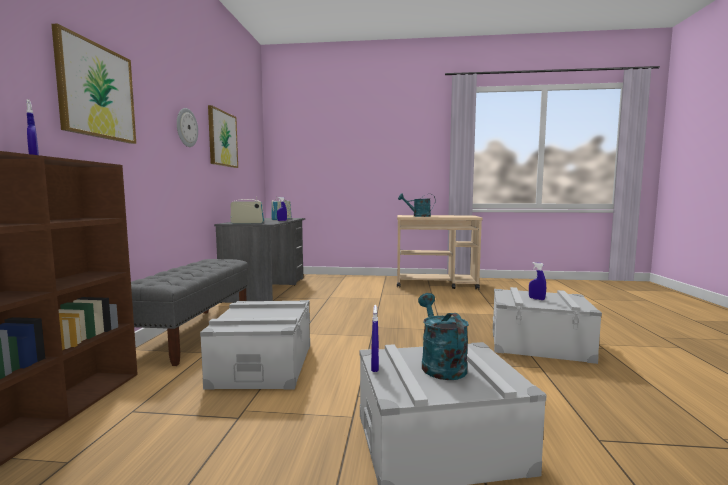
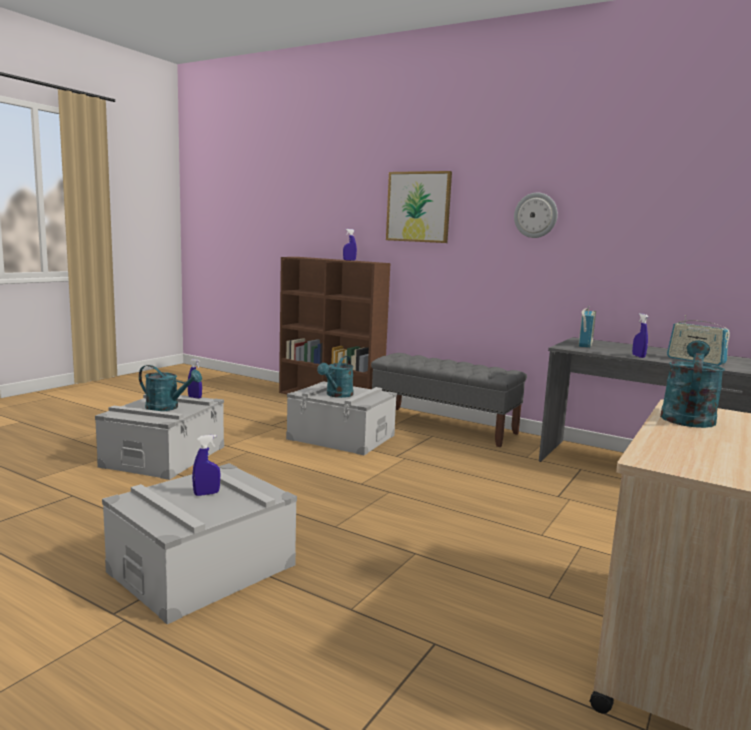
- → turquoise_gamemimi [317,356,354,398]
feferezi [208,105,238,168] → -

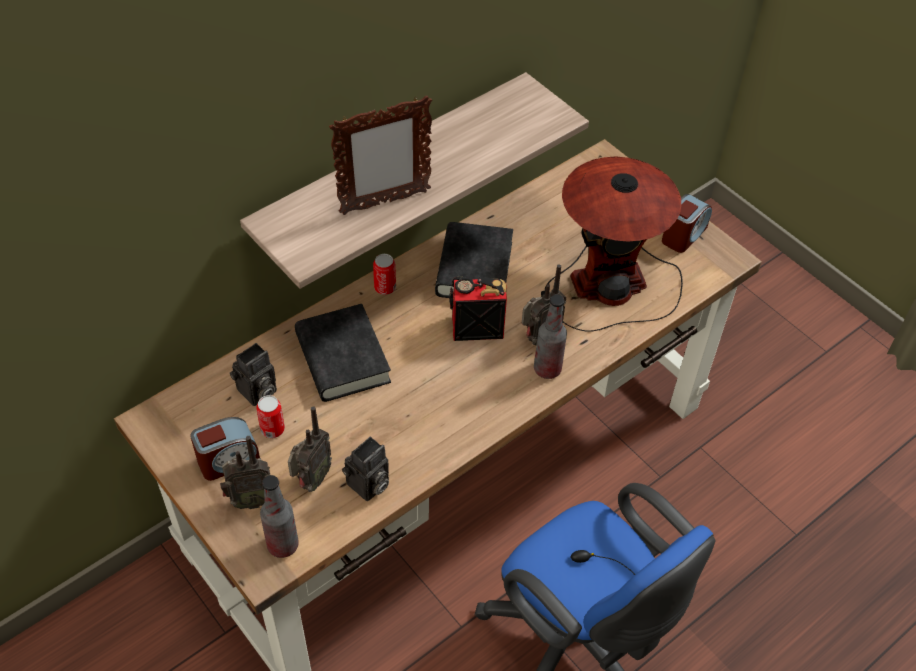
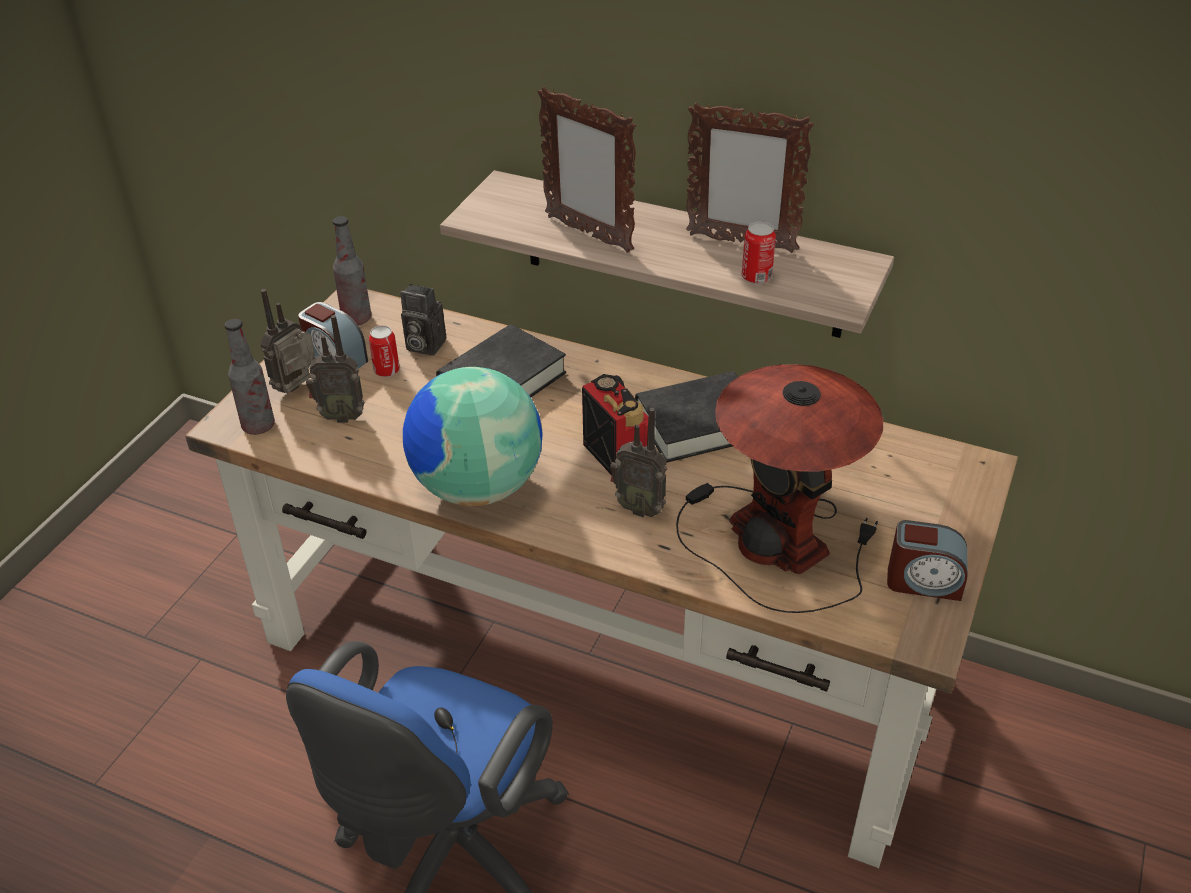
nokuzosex [220,436,270,509] → nokuzosex [260,289,315,393], 75 degrees clockwise
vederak [534,295,567,379] → vederak [333,216,371,325], moved
- → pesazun [403,367,543,506]
- → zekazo [686,102,814,253]
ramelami [373,254,396,295] → ramelami [742,222,776,284], moved
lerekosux [342,437,389,501] → -

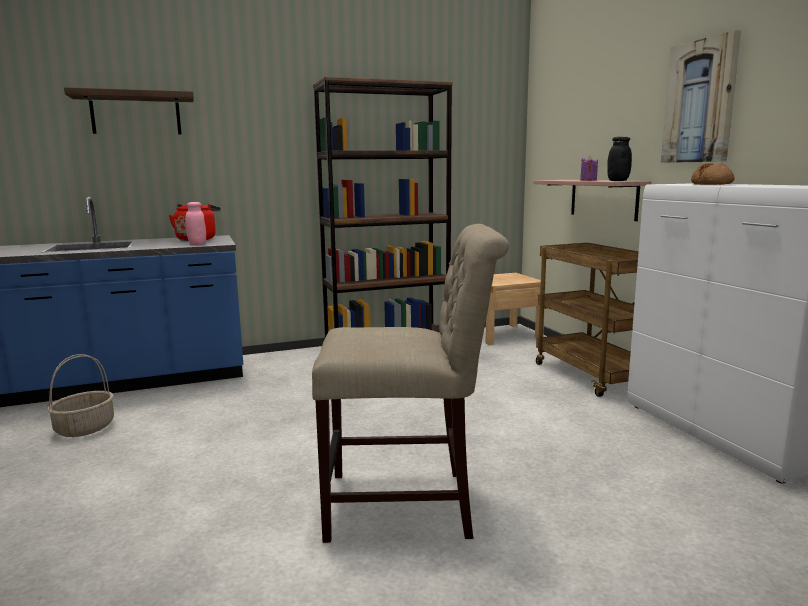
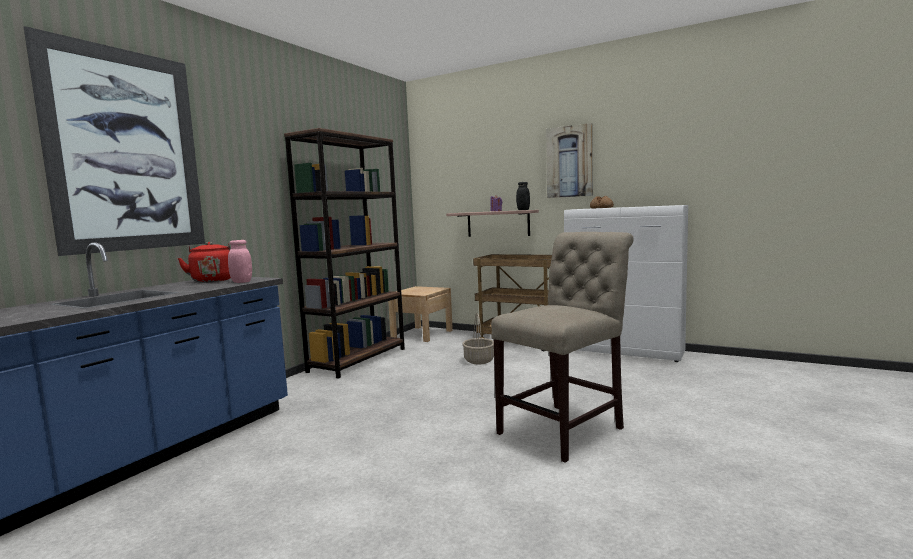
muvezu [64,87,194,135] → feferezi [24,26,205,256]
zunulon [47,354,114,437] → zunulon [462,313,494,364], moved

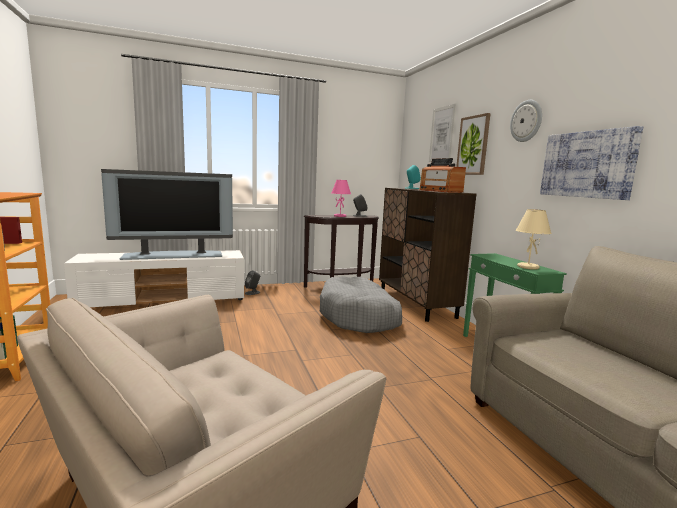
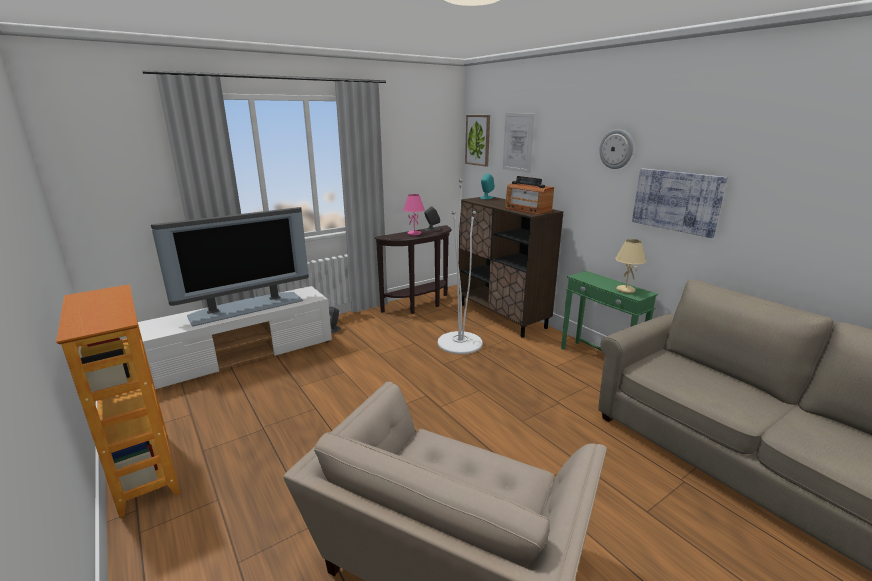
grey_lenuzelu [320,276,402,333] → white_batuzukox [438,179,483,354]
feferezi [456,113,491,175] → feferezi [465,115,490,167], moved

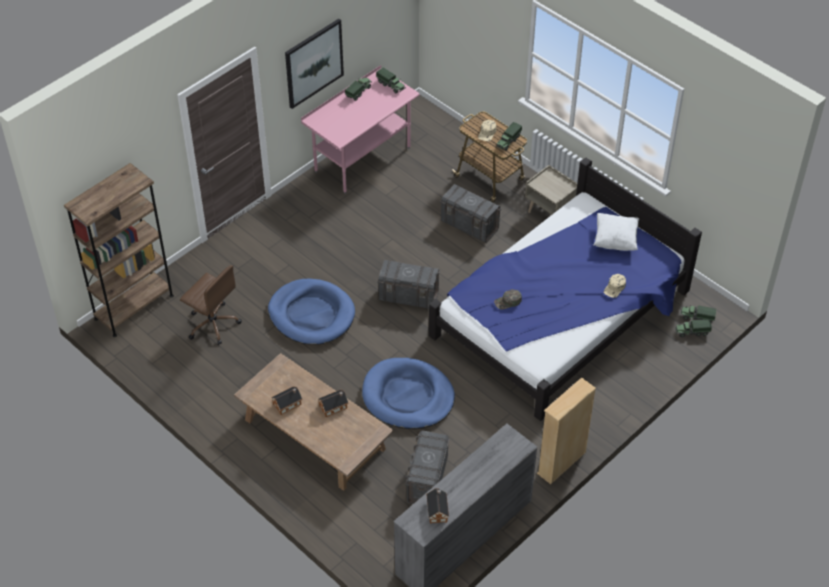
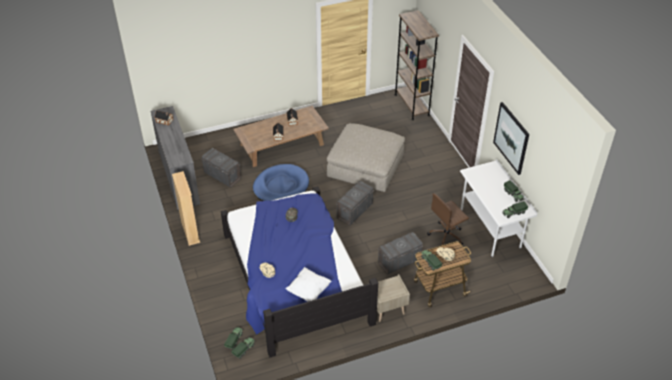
blue_lenuzelu [268,278,355,345] → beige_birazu [327,123,405,192]
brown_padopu [180,265,242,345] → brown_padopu [427,193,469,246], moved
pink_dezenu [301,65,420,194] → white_dezenu [460,159,537,257]

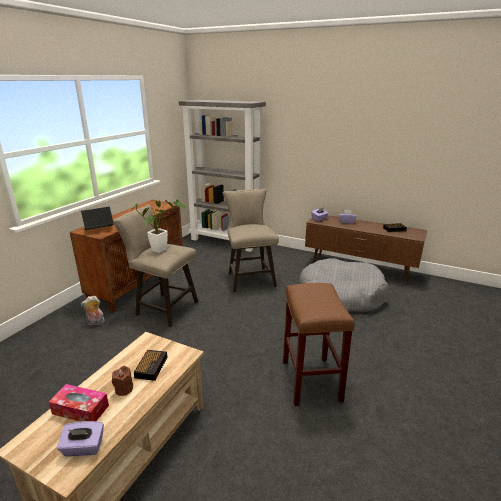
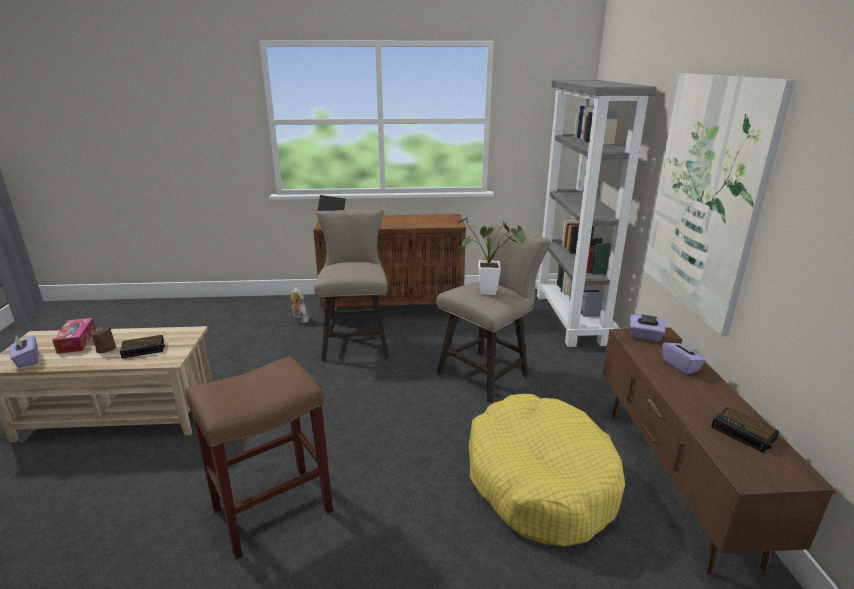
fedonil [131,199,185,253] → fedonil [457,217,527,295], moved
grey_lenuzelu [299,258,389,312] → yellow_lenuzelu [469,394,625,547]
- → feferezi [644,73,795,336]

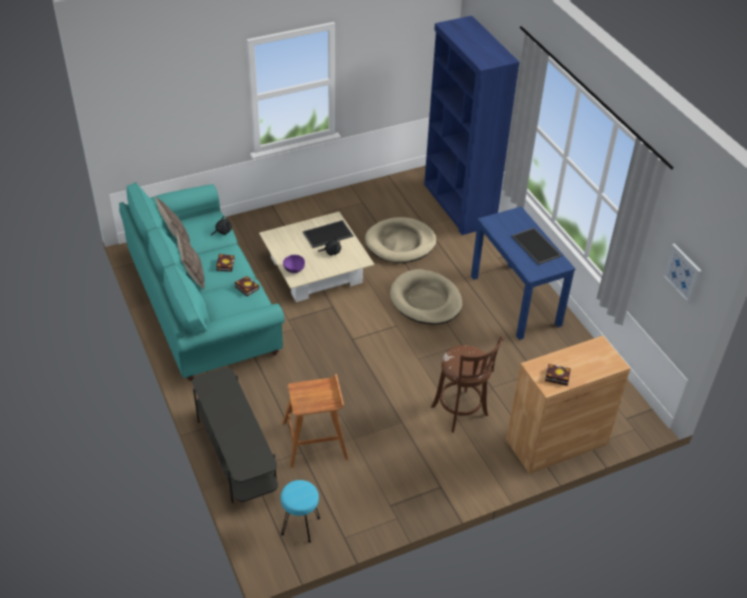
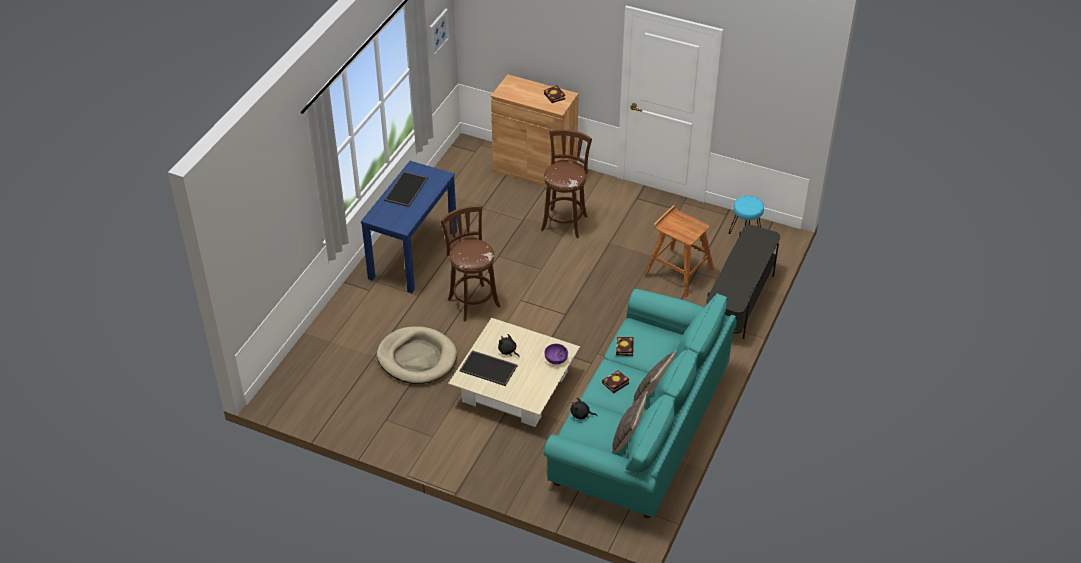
beige_lenuzelu [390,269,463,324] → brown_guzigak [441,205,500,321]
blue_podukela [424,16,520,235] → -

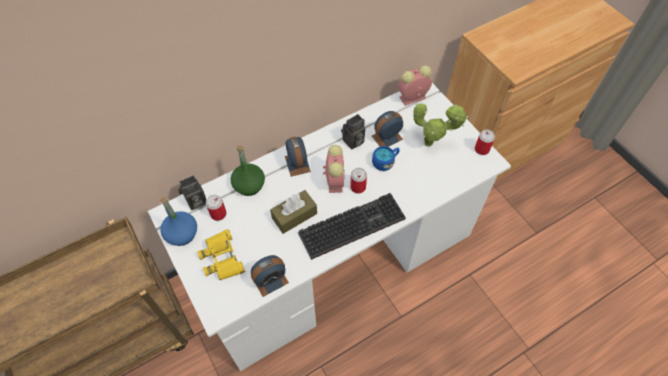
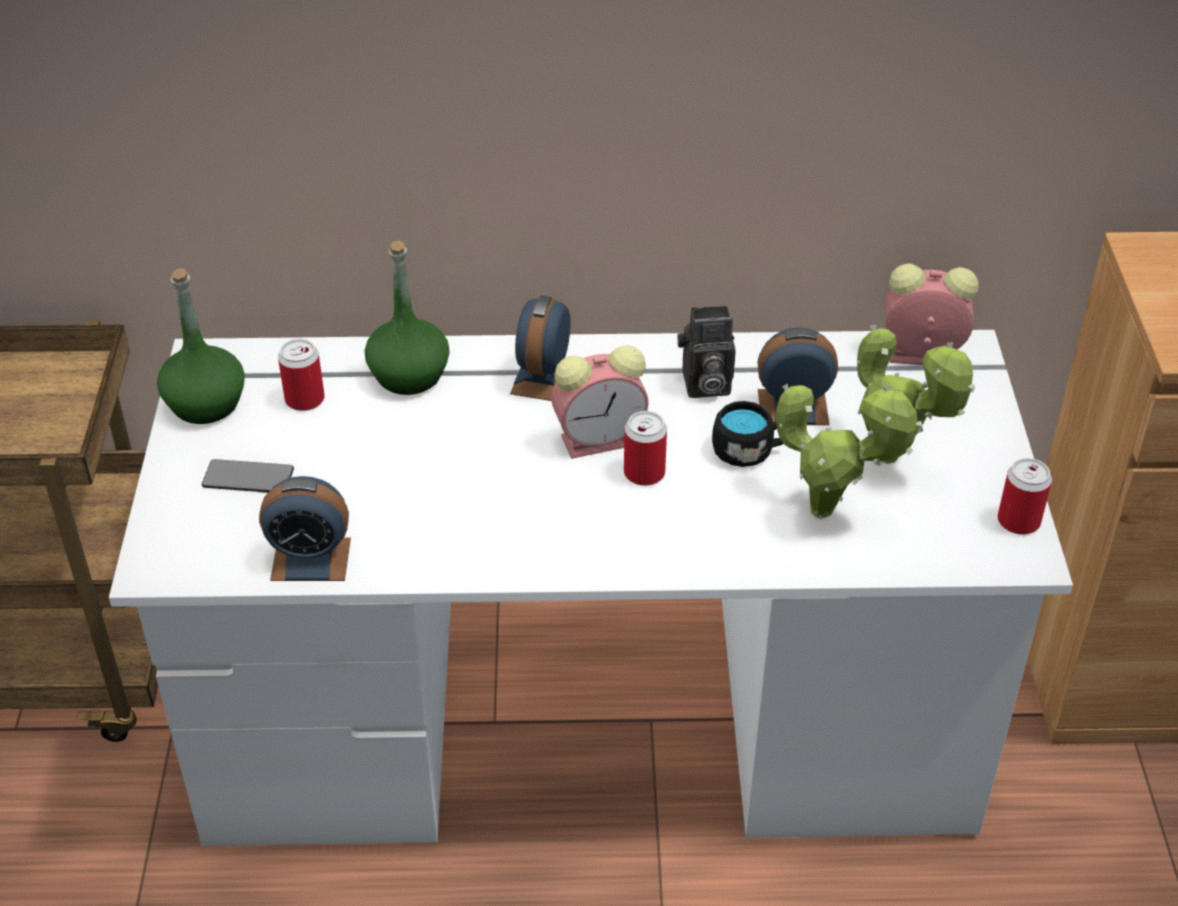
blue_vederak [160,197,197,246] → green_vederak [157,268,245,424]
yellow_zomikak [197,229,245,280] → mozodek [202,459,294,493]
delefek [323,145,345,193] → delefek [551,346,649,459], 45 degrees clockwise
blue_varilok [372,146,400,171] → black_varilok [712,401,783,467]
- → fedonil [776,384,922,520]
lerekosux [178,176,206,210] → -
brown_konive [270,190,317,234] → -
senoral [298,193,406,260] → -

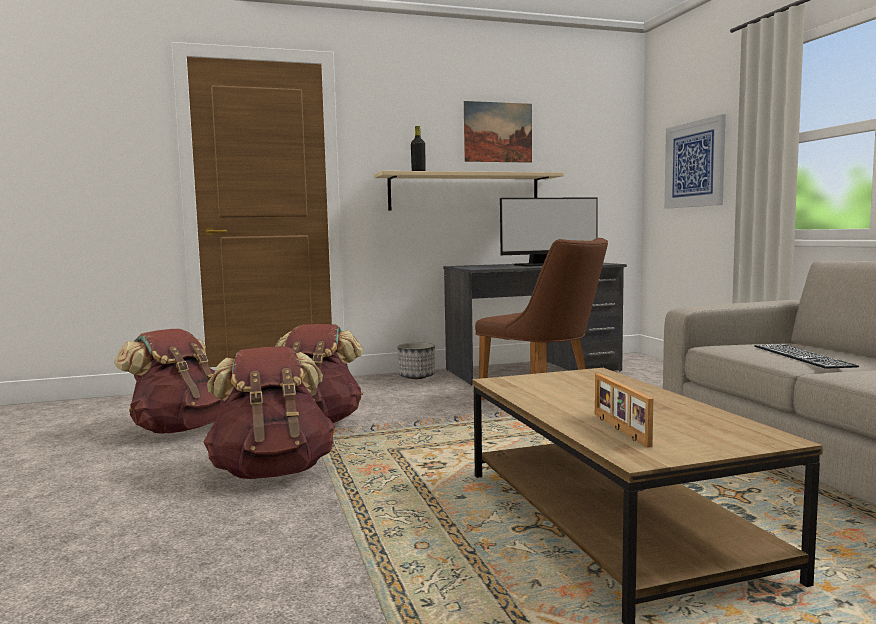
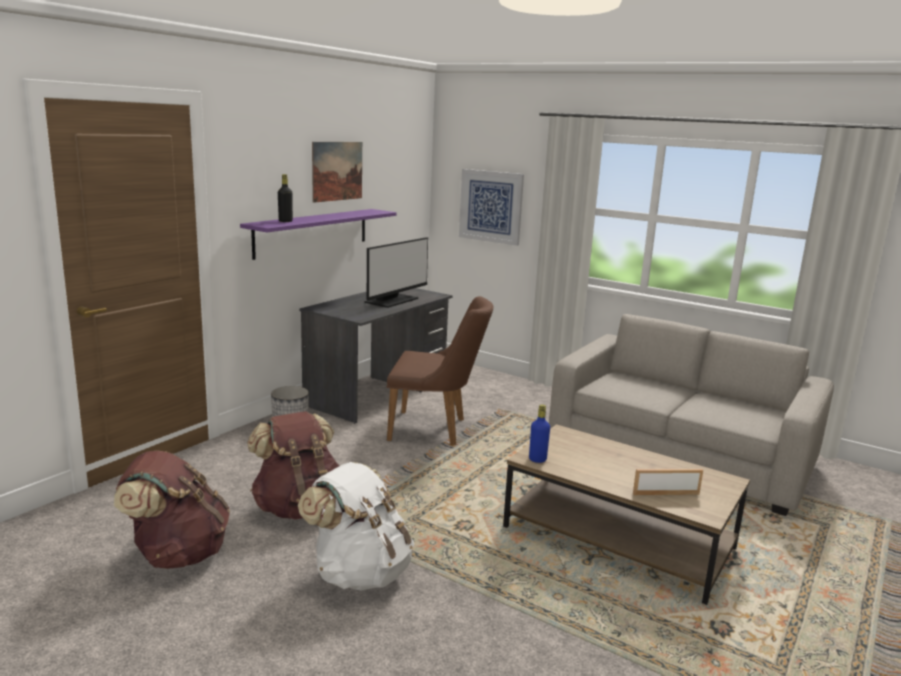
beige_muvezu [374,171,564,210] → purple_muvezu [240,209,396,260]
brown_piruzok [203,346,335,479] → white_piruzok [298,462,414,590]
- → blue_vederak [529,404,550,463]
zekazo [595,373,653,448] → zekazo [633,469,703,495], 135 degrees clockwise
senoral [754,344,859,369] → -

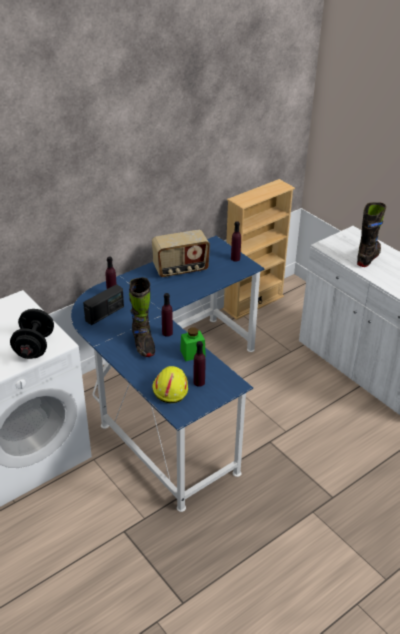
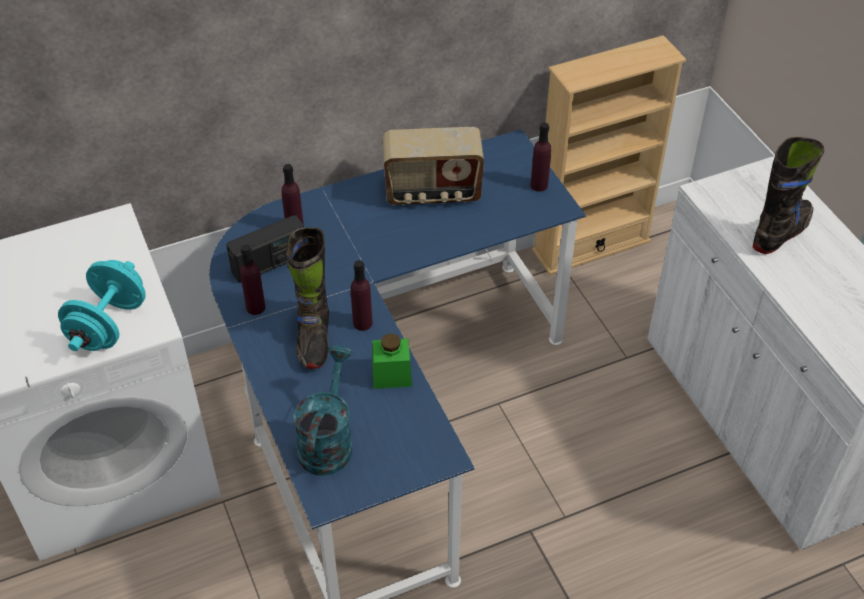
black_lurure [10,309,54,359] → turquoise_lurure [58,260,146,351]
purple_vederak [193,341,205,387] → purple_vederak [240,245,265,315], moved
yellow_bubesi [152,366,188,403] → turquoise_gamemimi [293,345,353,476]

